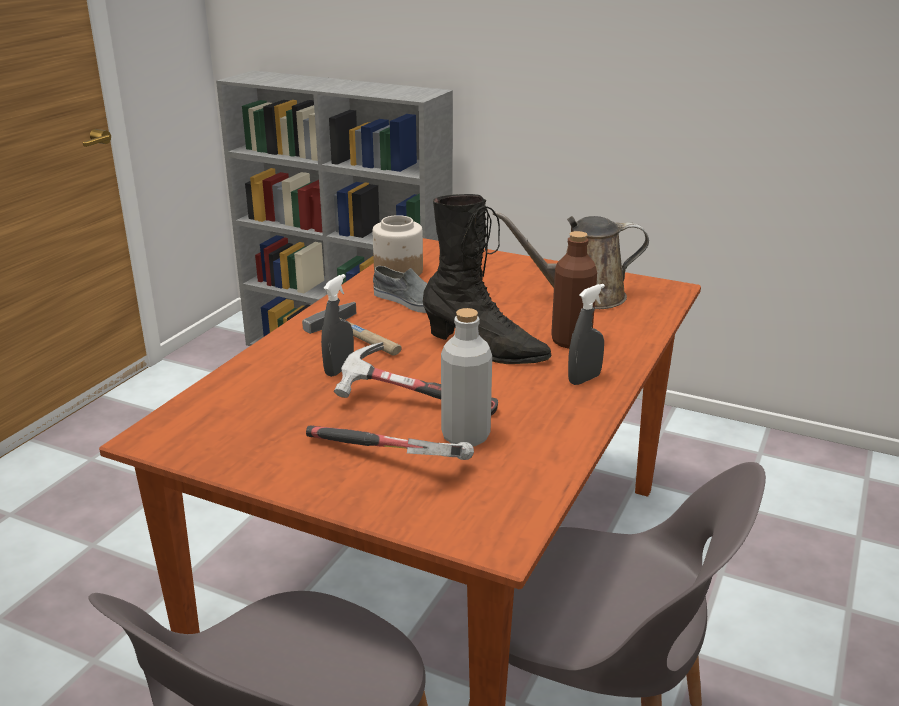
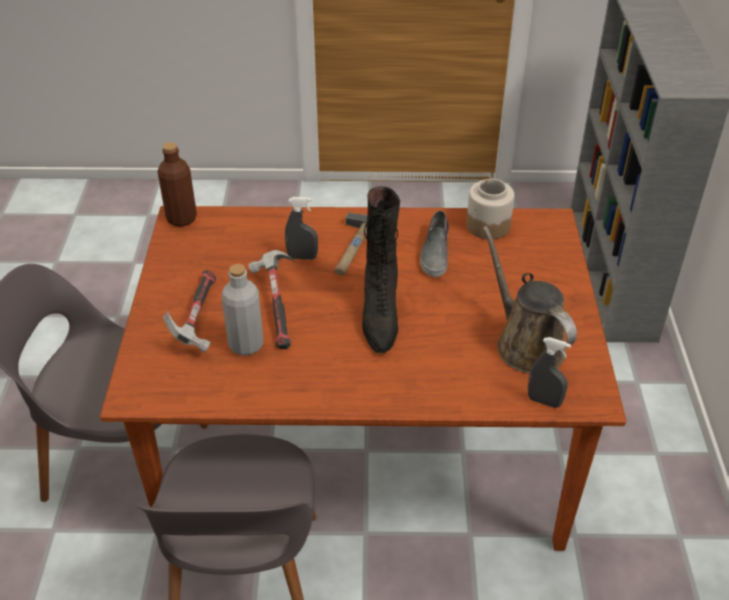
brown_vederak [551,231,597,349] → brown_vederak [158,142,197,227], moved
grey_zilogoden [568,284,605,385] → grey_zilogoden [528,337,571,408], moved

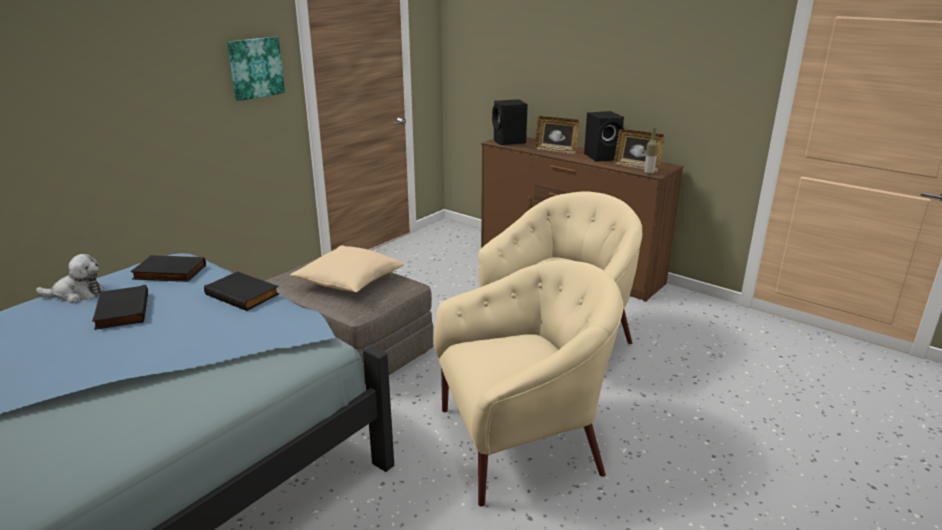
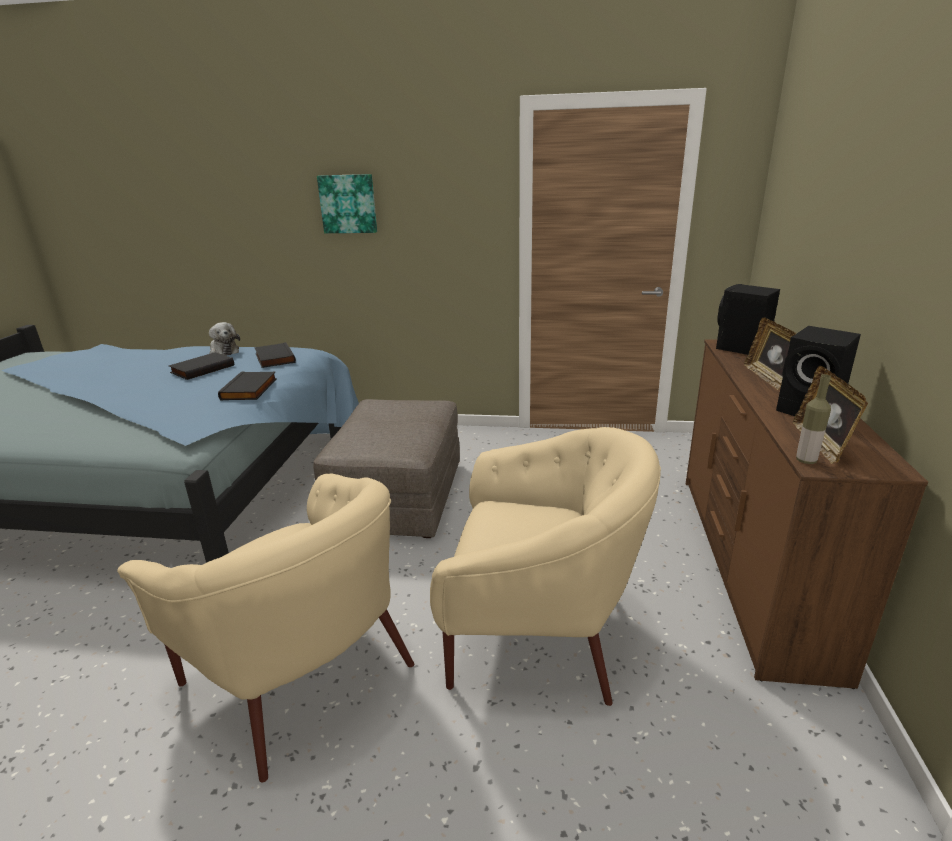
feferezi [227,37,285,101] → feferezi [317,174,377,233], moved
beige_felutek [290,245,404,292] → -

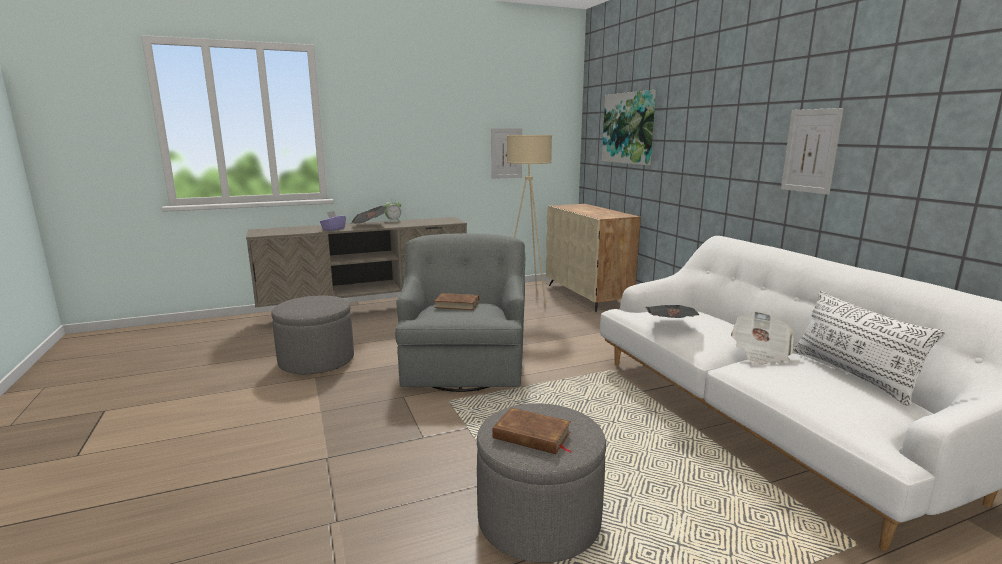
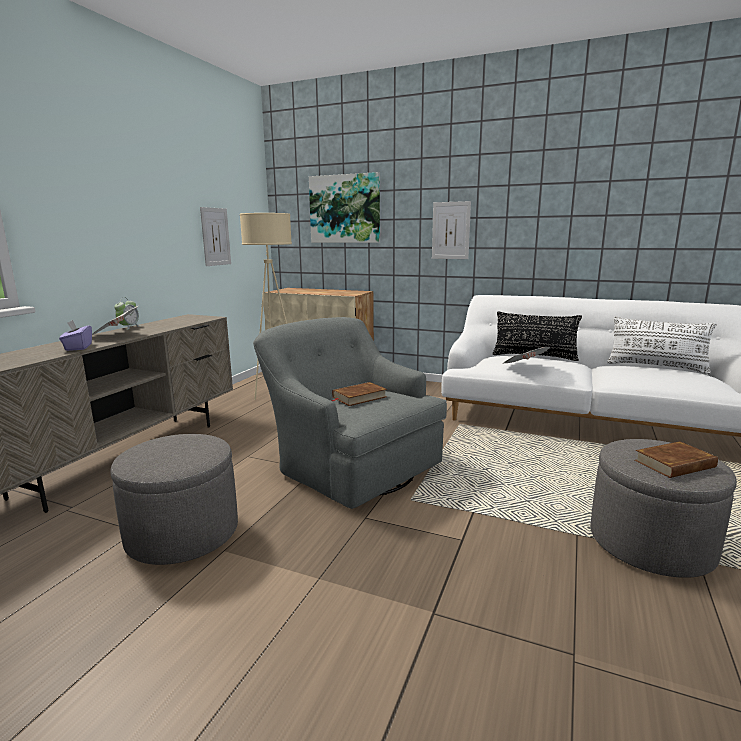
feferezi [781,108,844,195] → feferezi [432,201,471,259], moved
- → black_felutek [492,311,582,361]
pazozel [731,311,794,365] → -

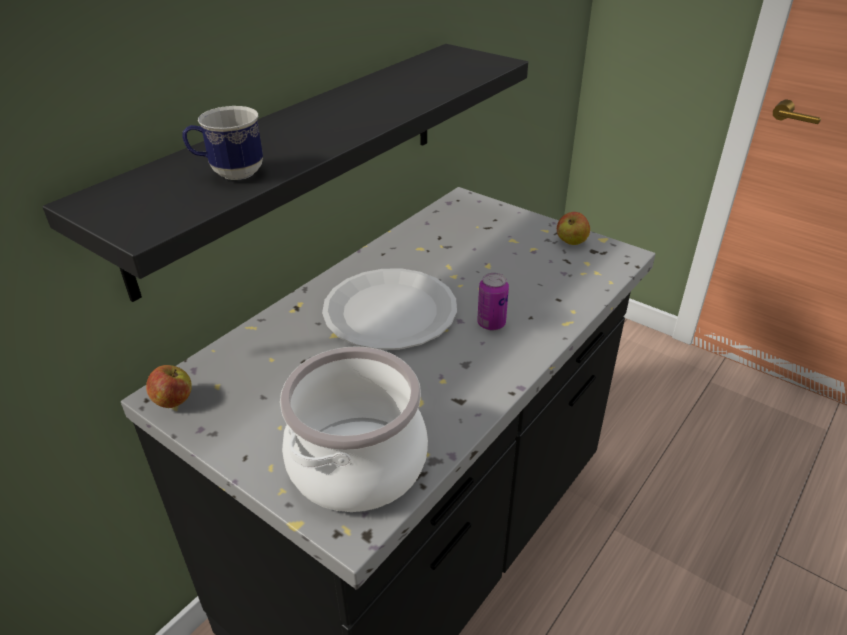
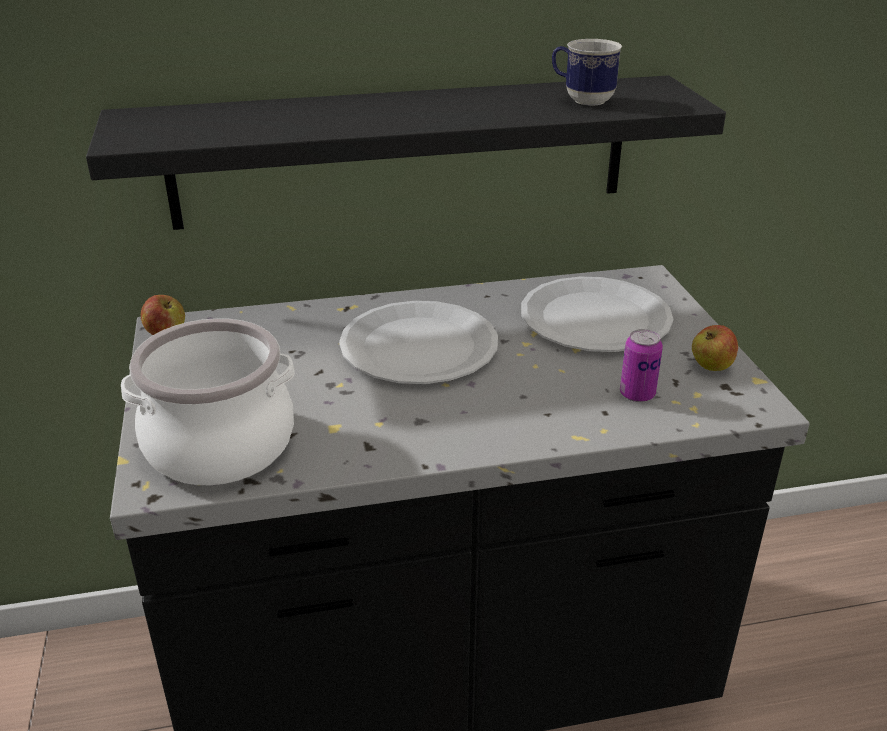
- → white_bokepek [521,277,673,352]
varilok [182,106,263,180] → varilok [552,39,622,106], moved
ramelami [477,273,509,330] → ramelami [620,329,663,402], moved

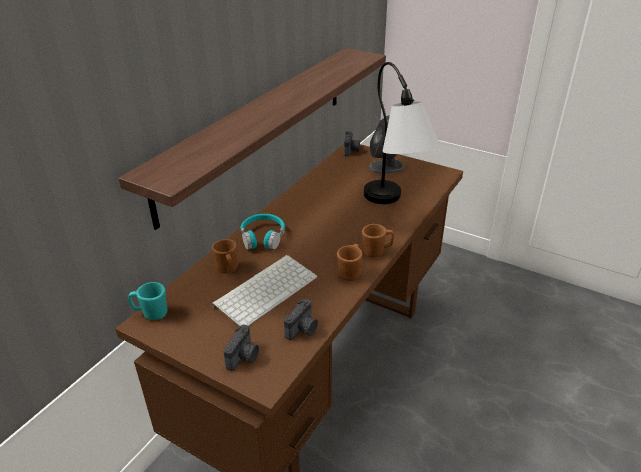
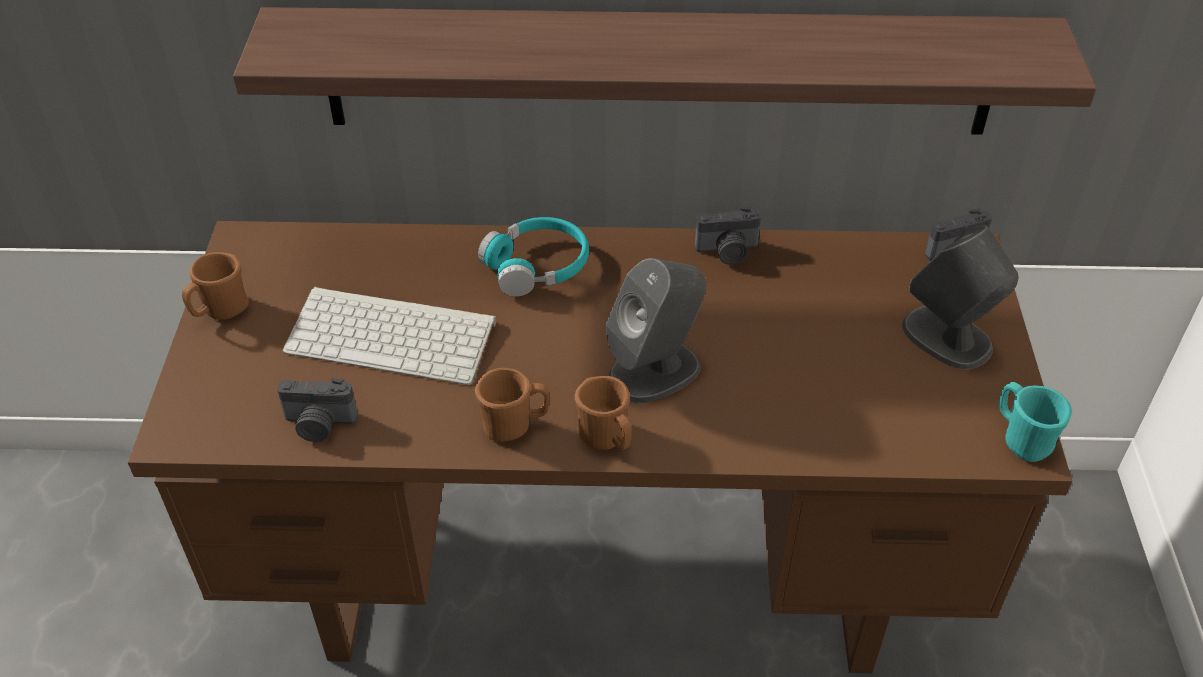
brown_varilok [212,239,238,273] → brown_varilok [182,252,249,320], moved
- → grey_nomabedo [606,258,706,403]
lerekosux [223,325,259,371] → lerekosux [695,207,761,265], moved
turquoise_varilok [128,282,168,320] → turquoise_varilok [999,382,1072,462], moved
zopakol [364,62,440,204] → -

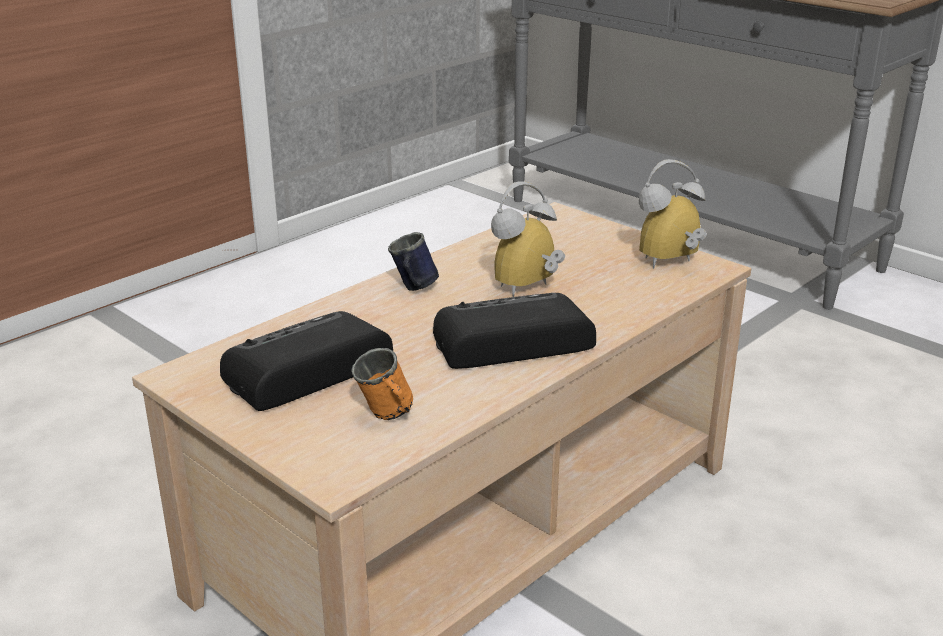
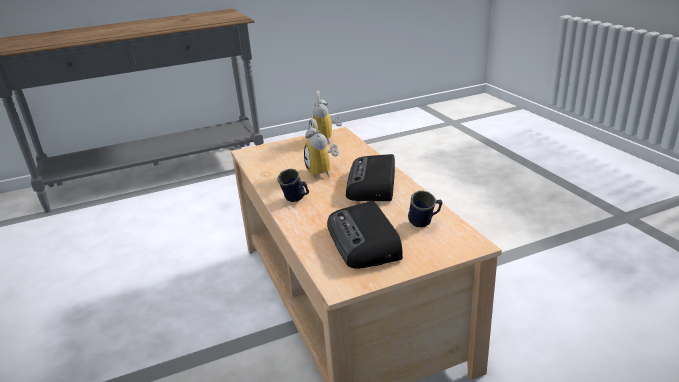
orange_varilok [351,348,413,420] → blue_varilok [408,191,442,227]

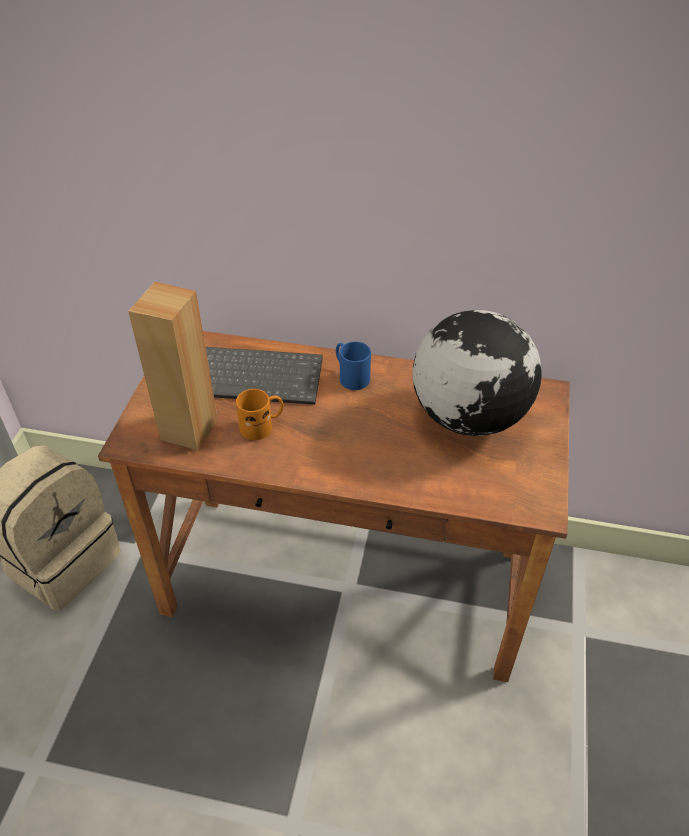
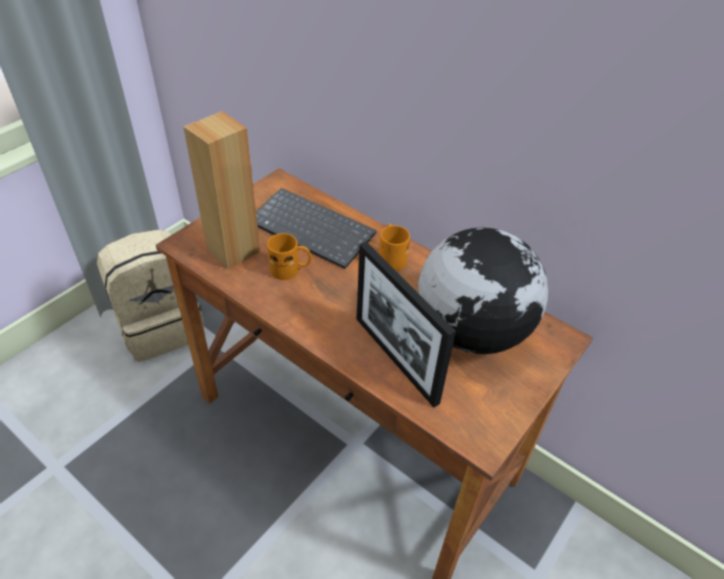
- → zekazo [356,241,456,408]
blue_varilok [336,341,371,390] → orange_varilok [379,224,410,271]

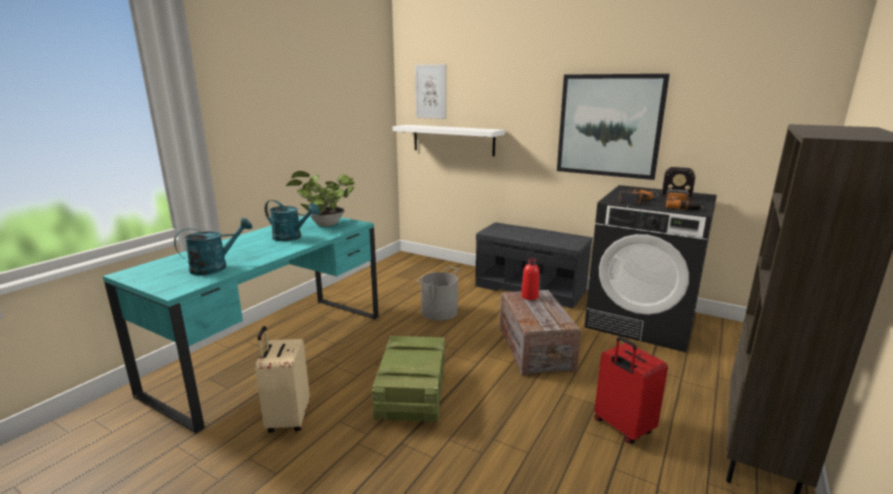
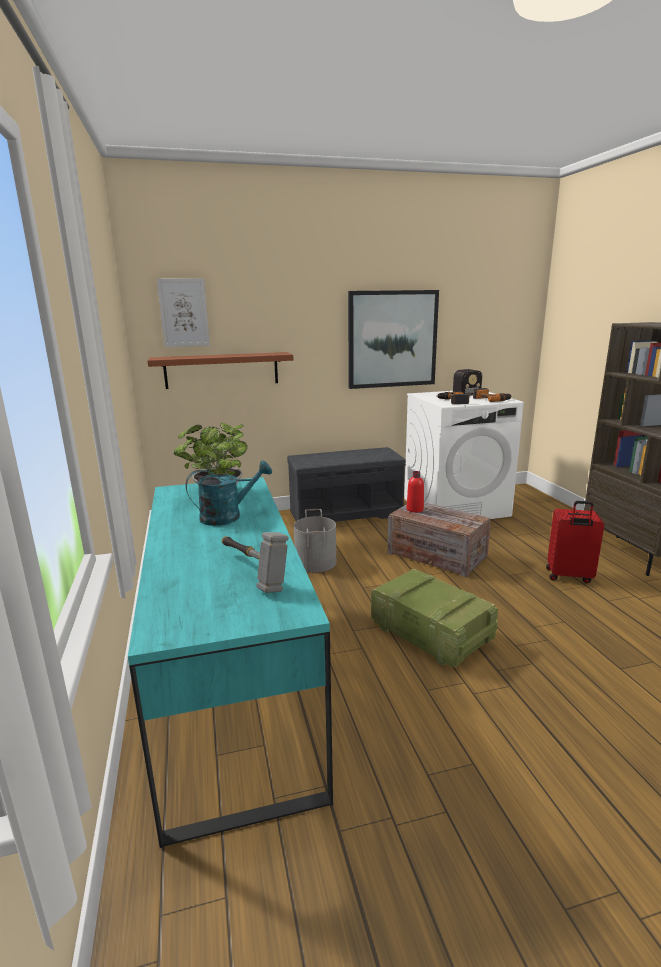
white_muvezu [393,125,505,157] → brown_muvezu [148,352,293,389]
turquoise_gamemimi [174,218,252,275] → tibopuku [222,532,289,593]
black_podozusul [584,185,717,352] → white_podozusul [404,391,524,519]
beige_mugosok [255,326,310,433] → -

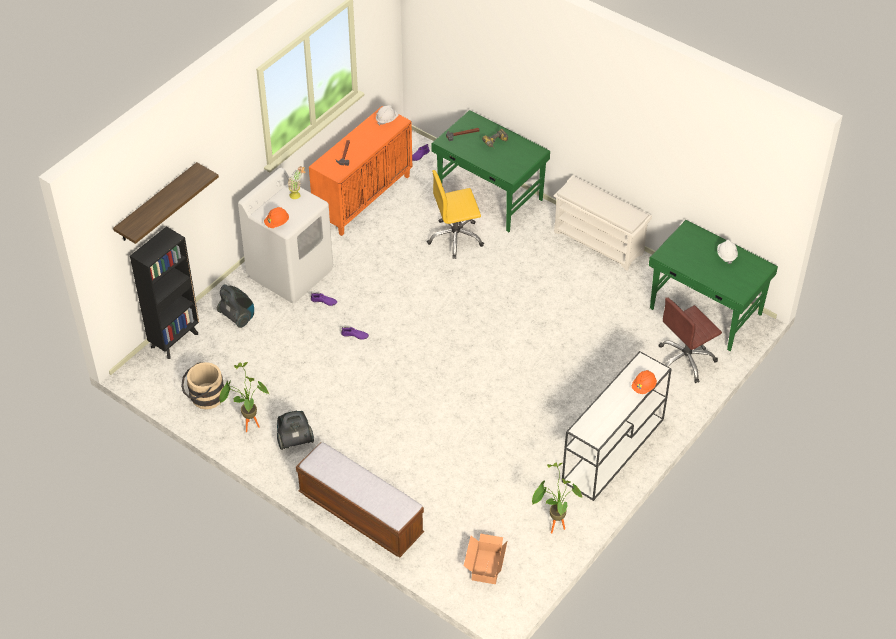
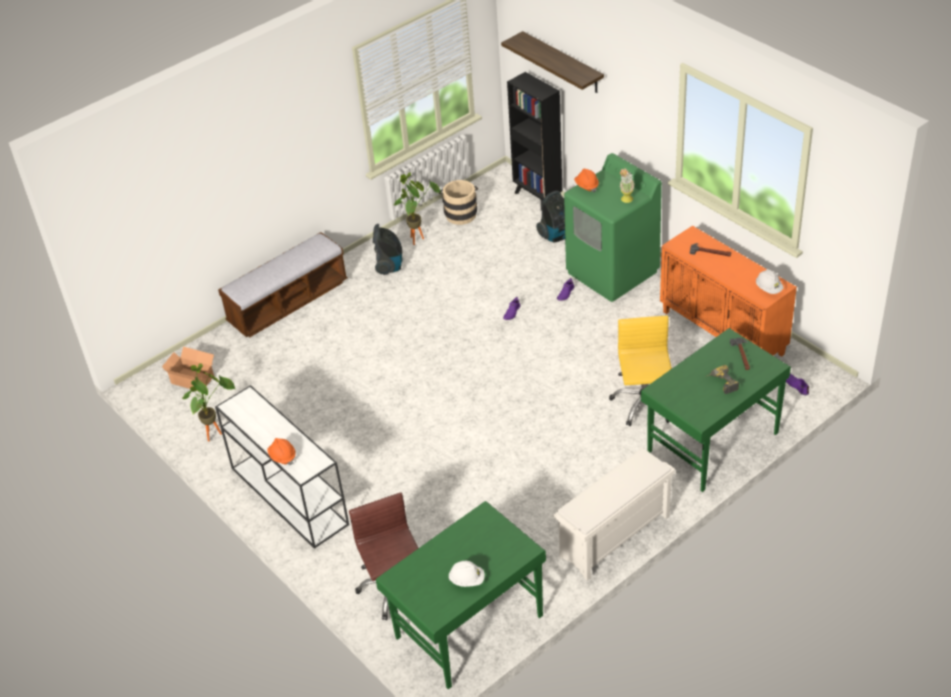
white_podozusul [238,168,333,304] → green_podozusul [564,153,662,302]

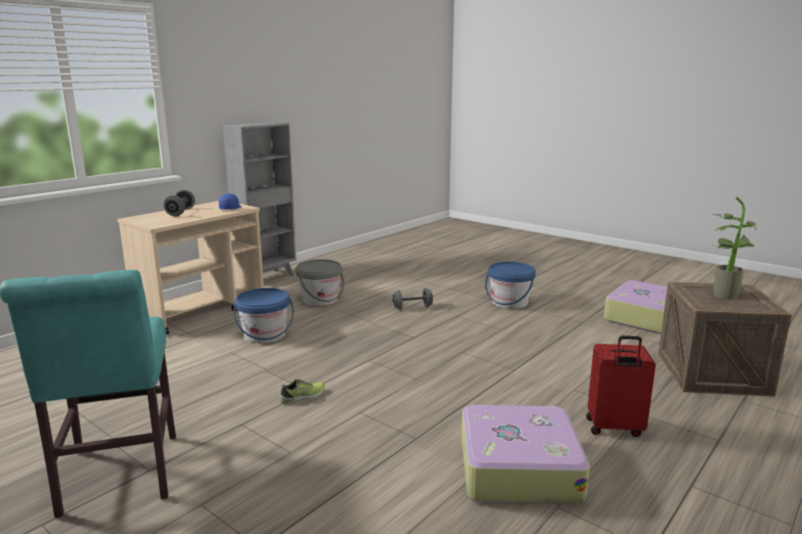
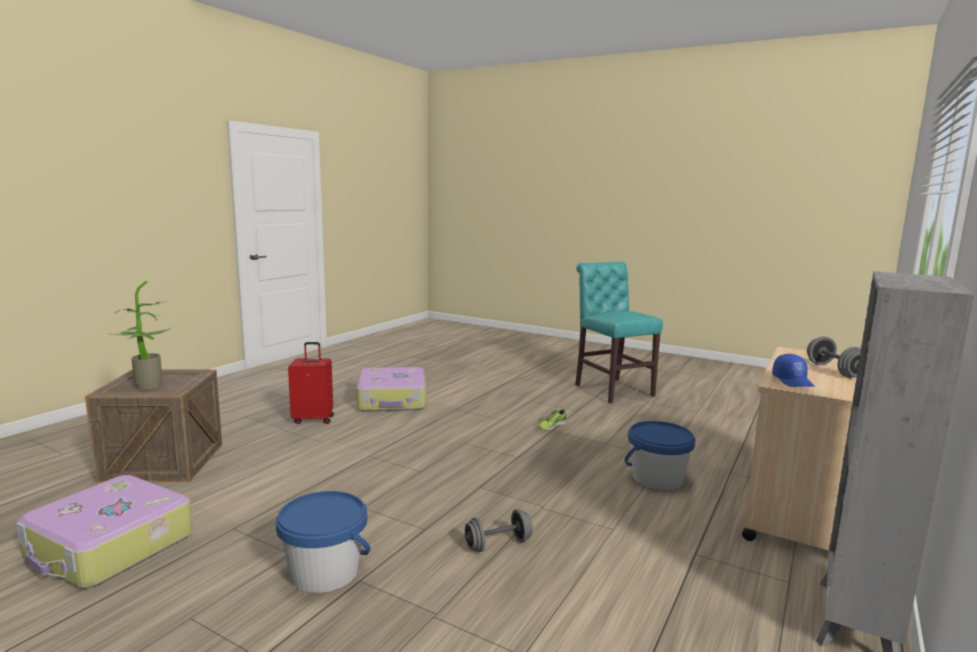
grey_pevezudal [295,259,344,306] → -

